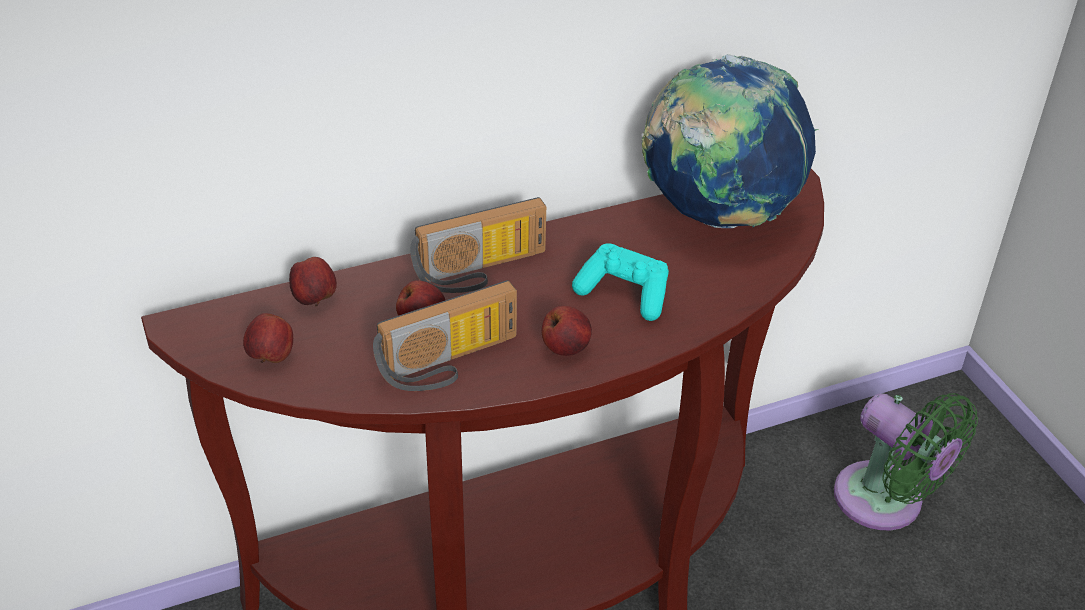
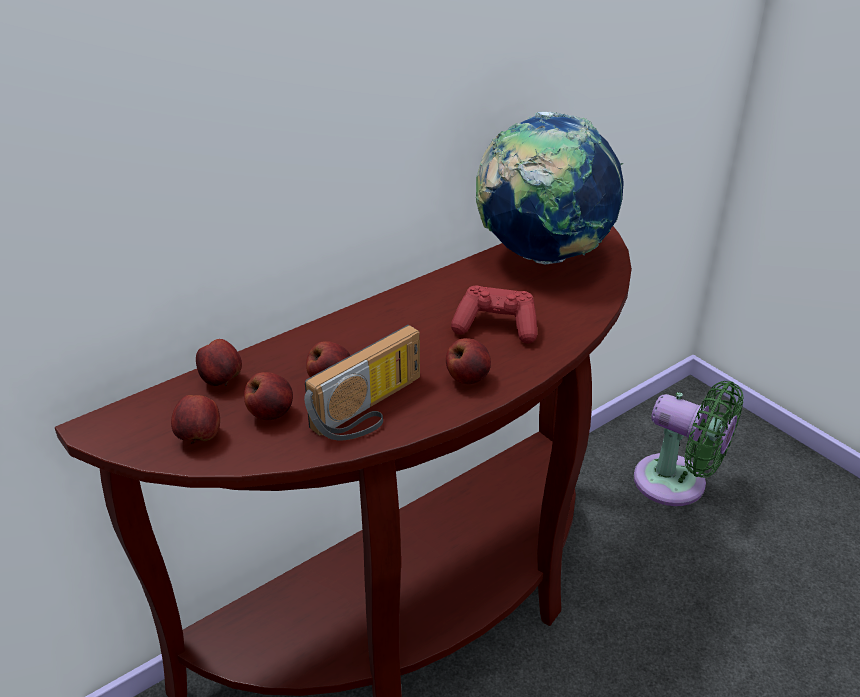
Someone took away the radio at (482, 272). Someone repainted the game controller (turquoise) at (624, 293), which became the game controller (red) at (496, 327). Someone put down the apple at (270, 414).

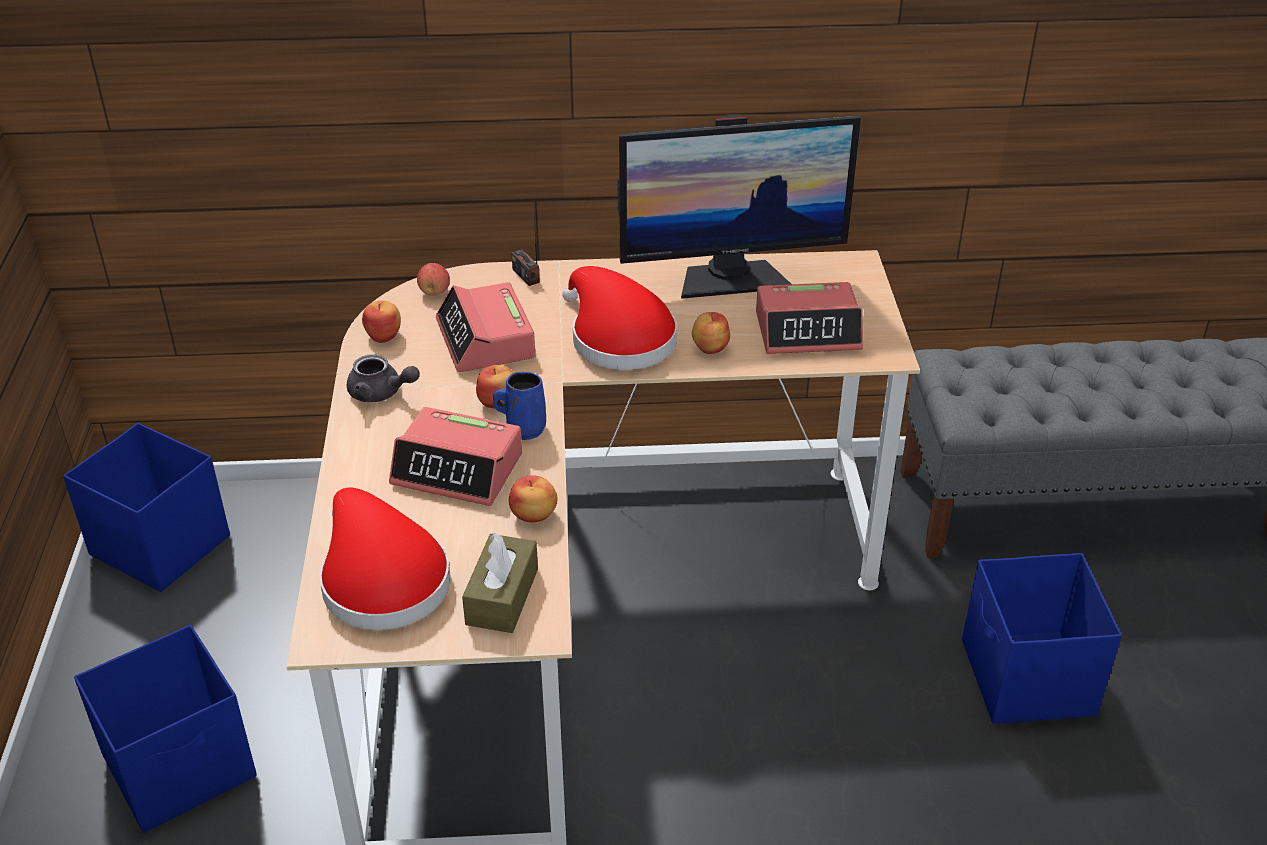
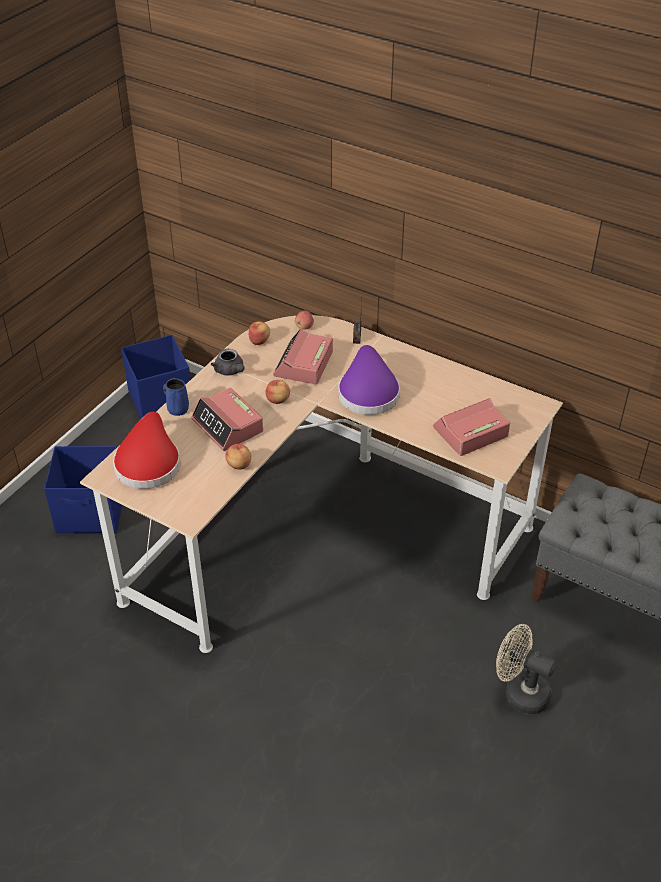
Someone took away the tissue box (brown) at (502, 596). Someone carried the mug (blue) from (523, 429) to (177, 409). Someone repainted the hat (red) at (617, 338), which became the hat (purple) at (367, 392). Someone took away the monitor at (730, 277). Someone took away the apple at (709, 347). Someone rotated the alarm clock at (808, 331) by 120 degrees clockwise. Someone swapped the storage box (blue) at (1026, 680) for the fan (beige) at (519, 692).

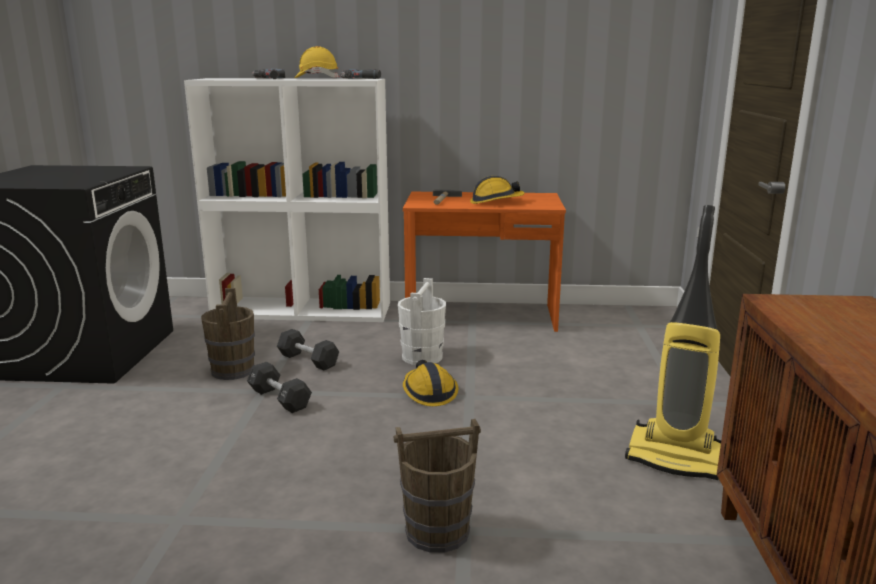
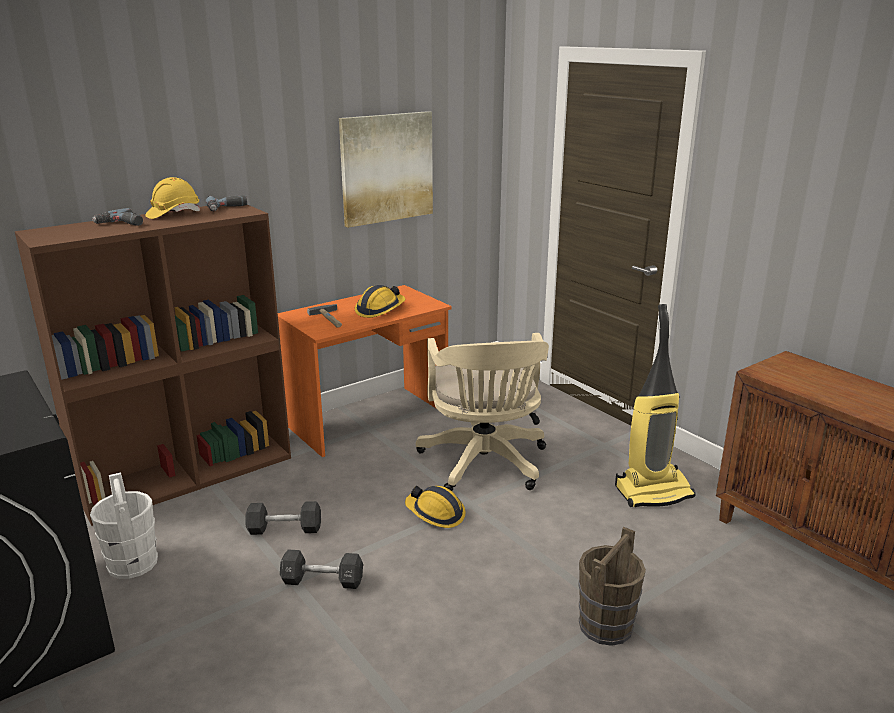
Someone repainted the bookcase (white) at (304, 310), which became the bookcase (brown) at (188, 474). Someone took away the bucket (brown) at (233, 370). Someone carried the bucket (white) from (422, 357) to (132, 563). Someone put up the picture at (386, 168). Someone put down the office chair (beige) at (484, 465).

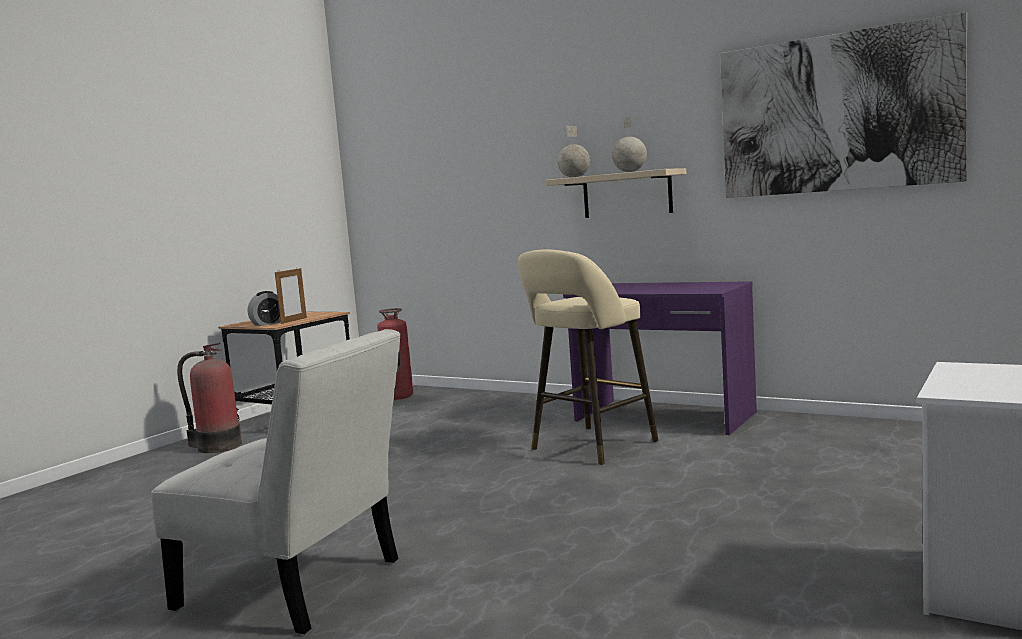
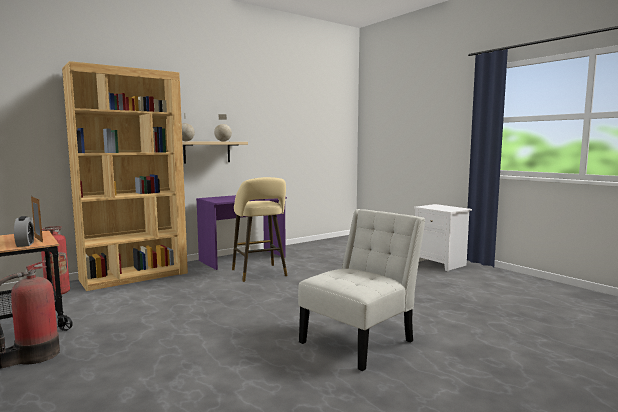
Someone took away the picture at (836, 113). Someone put down the bookcase (brown) at (135, 276).

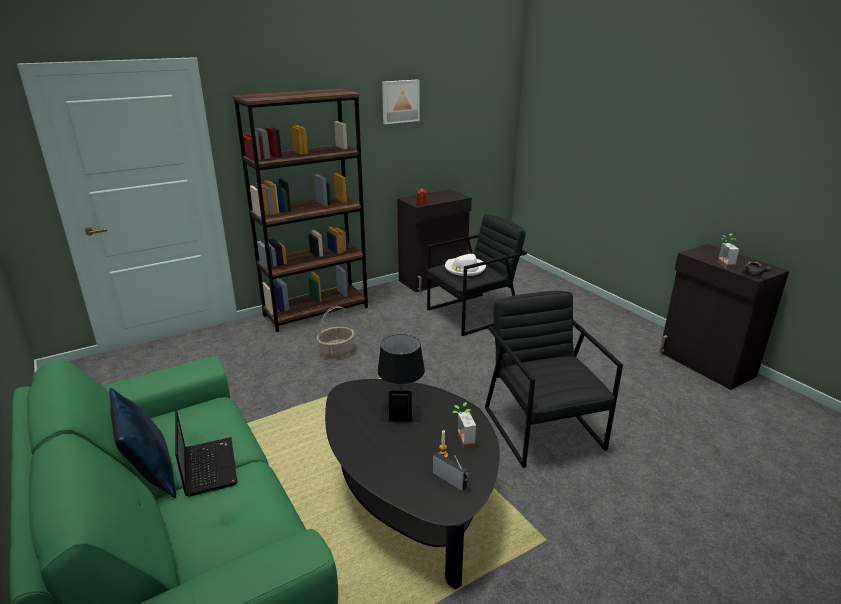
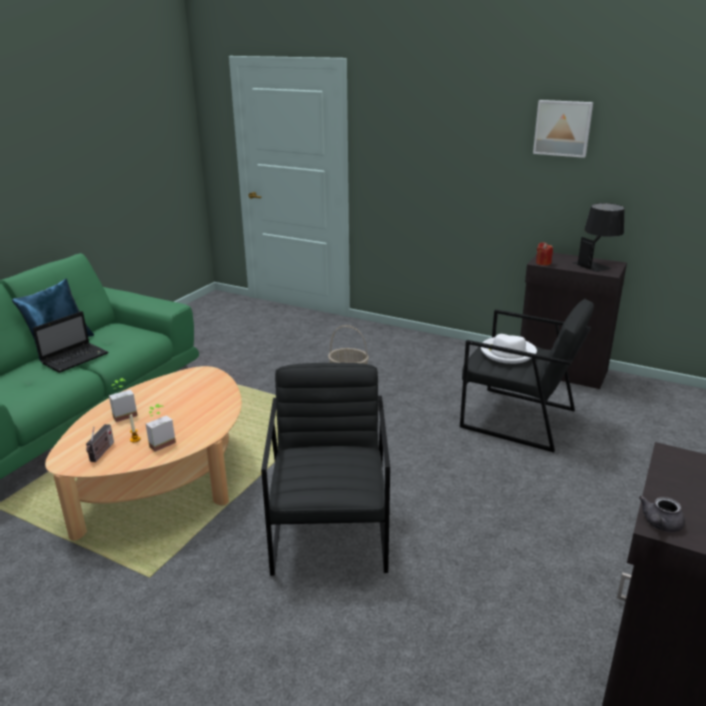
Someone took away the bookcase (brown) at (316, 311). Someone repainted the coffee table (black) at (410, 498), which became the coffee table (beige) at (167, 482). Someone carried the table lamp (black) from (401, 407) to (596, 264). Someone rotated the armchair (black) at (543, 427) by 45 degrees counterclockwise. Someone carried the potted plant from (722, 265) to (124, 414).

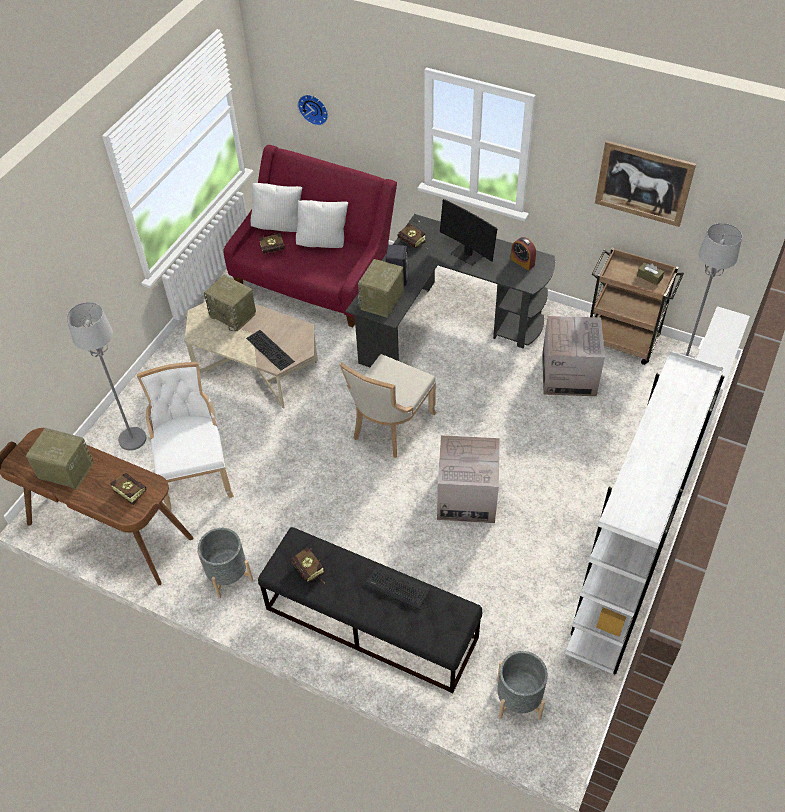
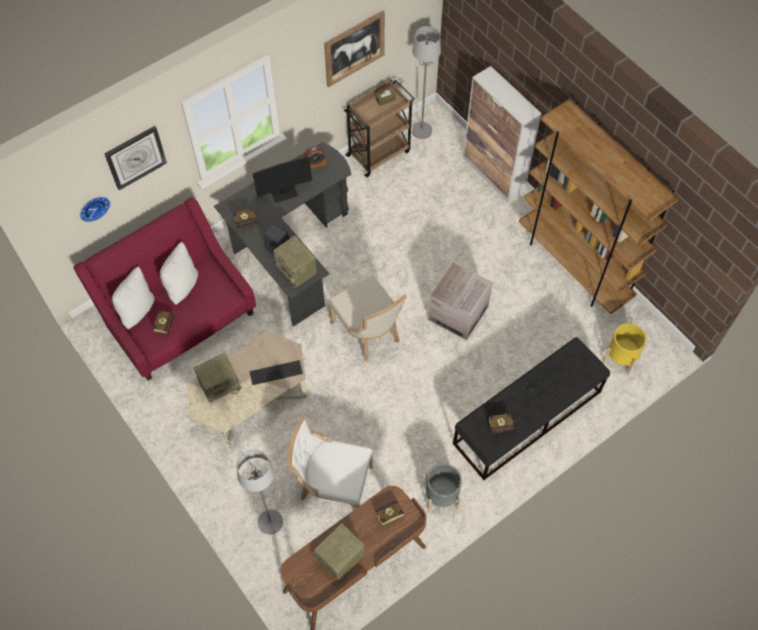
Someone repainted the planter (grey) at (518, 698), which became the planter (yellow) at (621, 357). Someone took away the cardboard box at (568, 375). Someone repainted the bookcase (white) at (617, 591), which became the bookcase (brown) at (574, 265). Someone put up the wall clock at (135, 157).

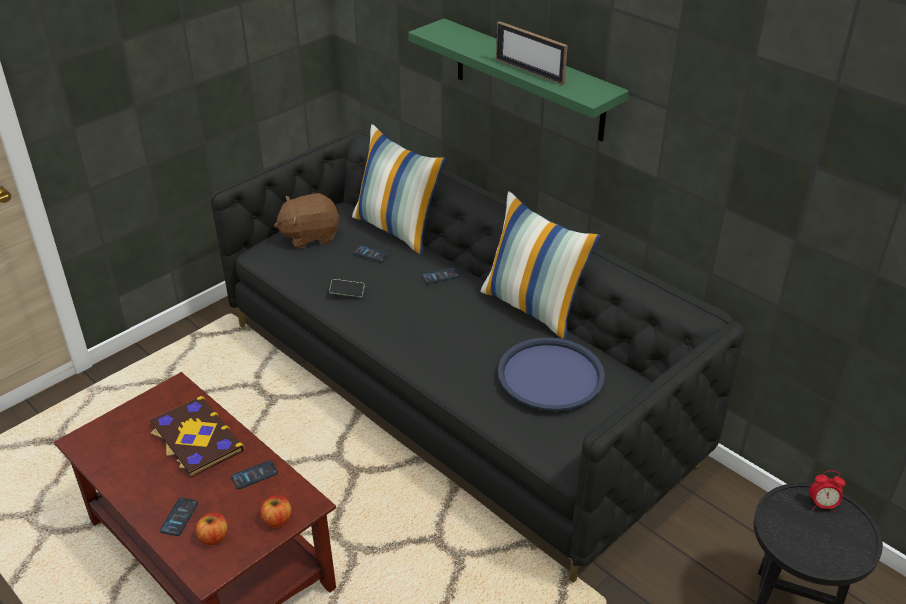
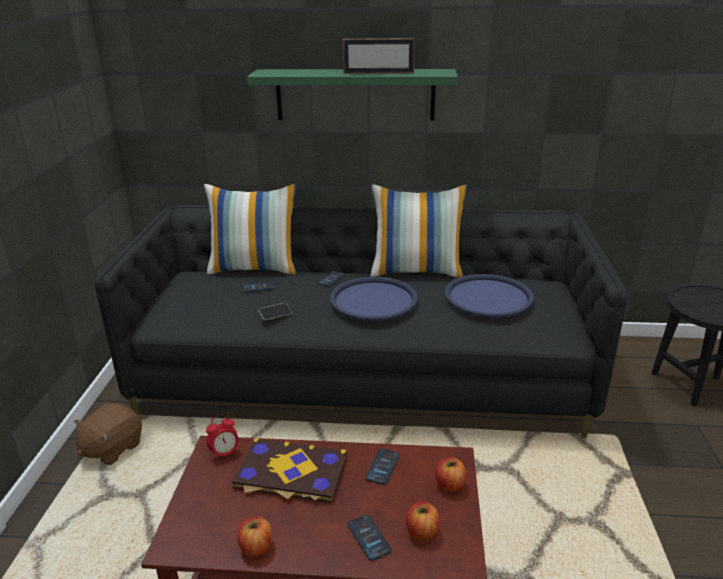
Someone carried the plush toy (brown) from (310, 236) to (112, 448). Someone carried the alarm clock from (822, 505) to (225, 453). Someone put down the apple at (256, 547). Someone put down the tray (blue) at (373, 300).

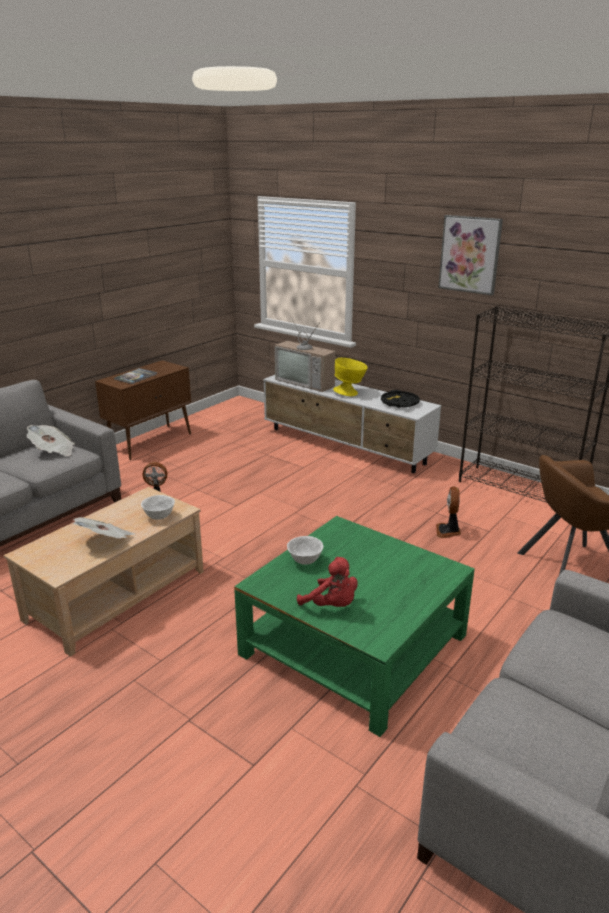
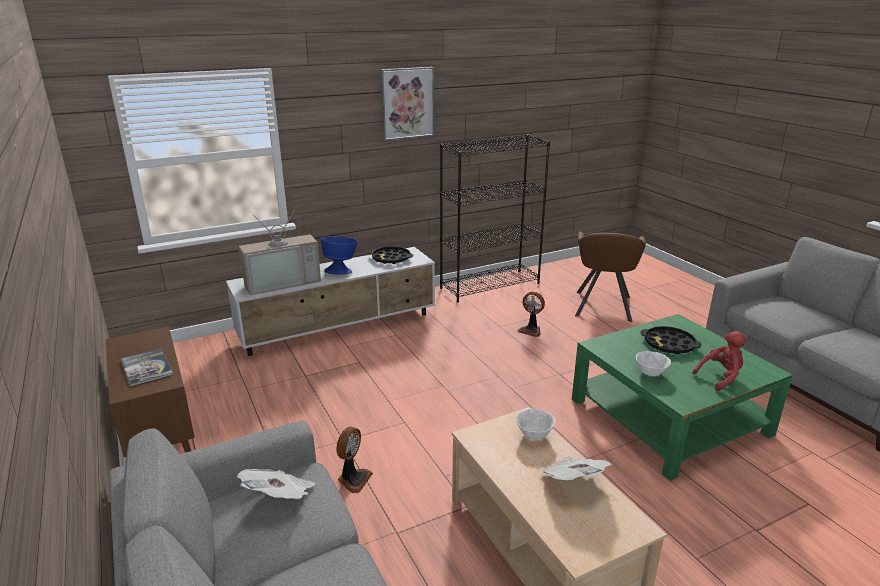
Someone repainted the bowl (yellow) at (350, 393), which became the bowl (blue) at (341, 271). Someone put down the tray (black) at (669, 344).

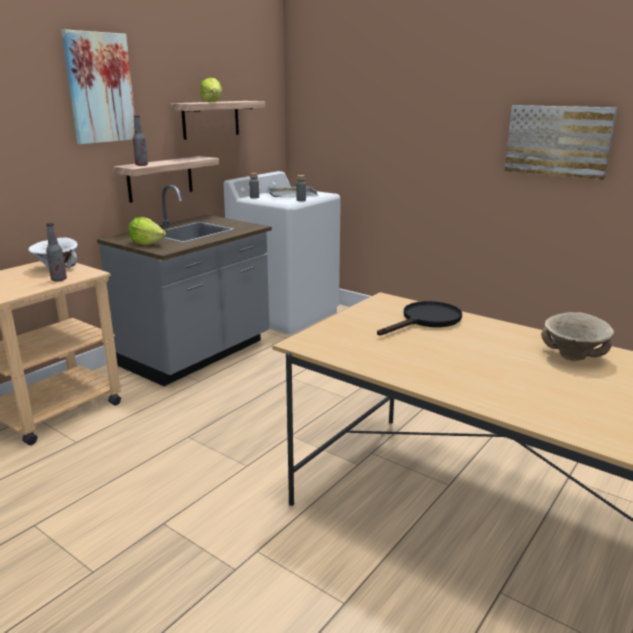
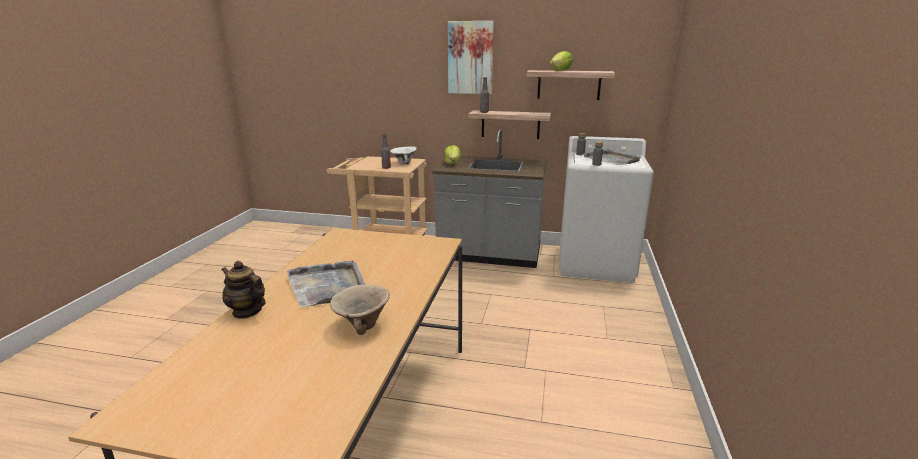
Someone took away the frying pan (black) at (426, 320). Someone took away the picture at (558, 141). Someone put down the teapot at (247, 311). Someone put down the tray (grey) at (327, 286).

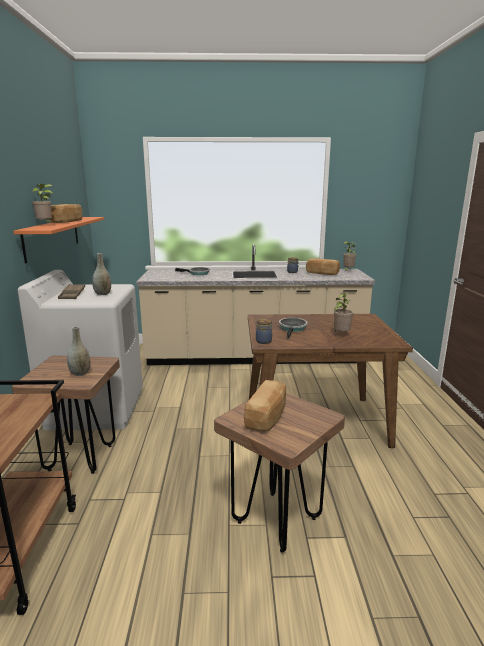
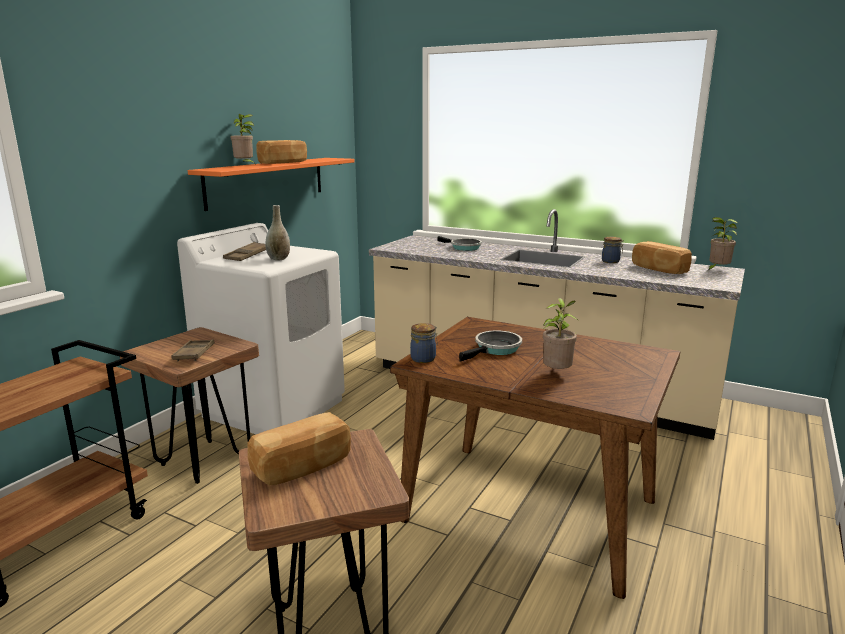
Someone swapped the vase (grey) at (80, 373) for the tray (brown) at (194, 354).

